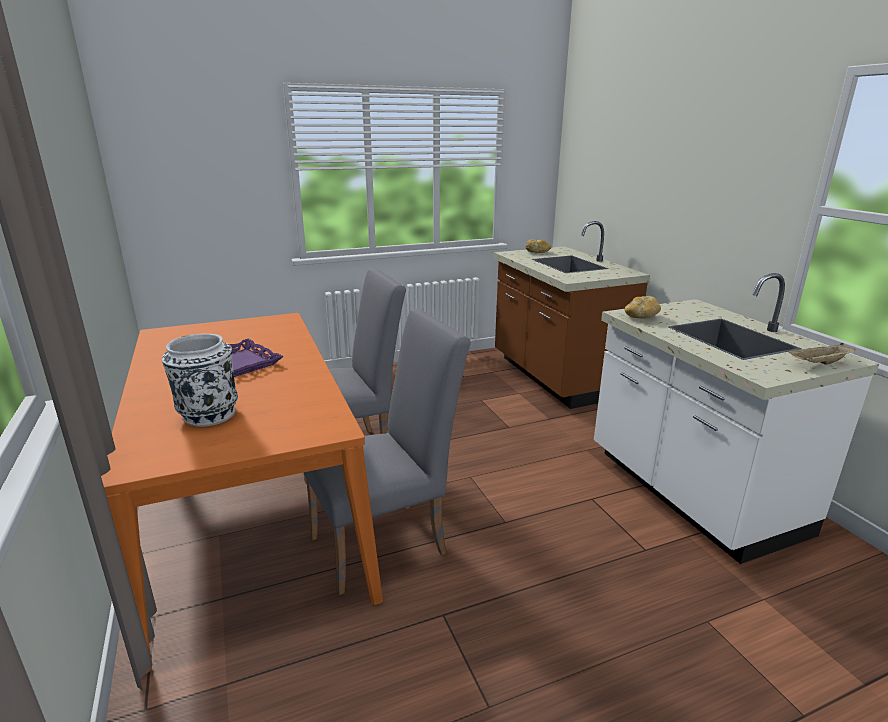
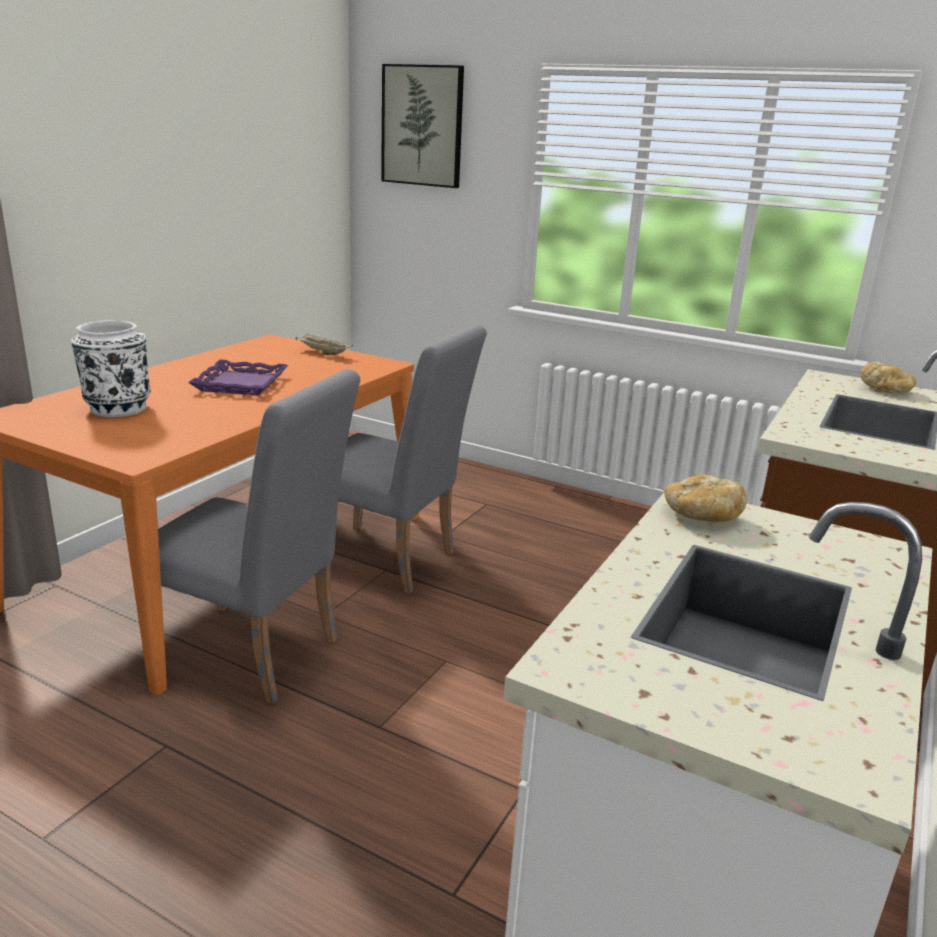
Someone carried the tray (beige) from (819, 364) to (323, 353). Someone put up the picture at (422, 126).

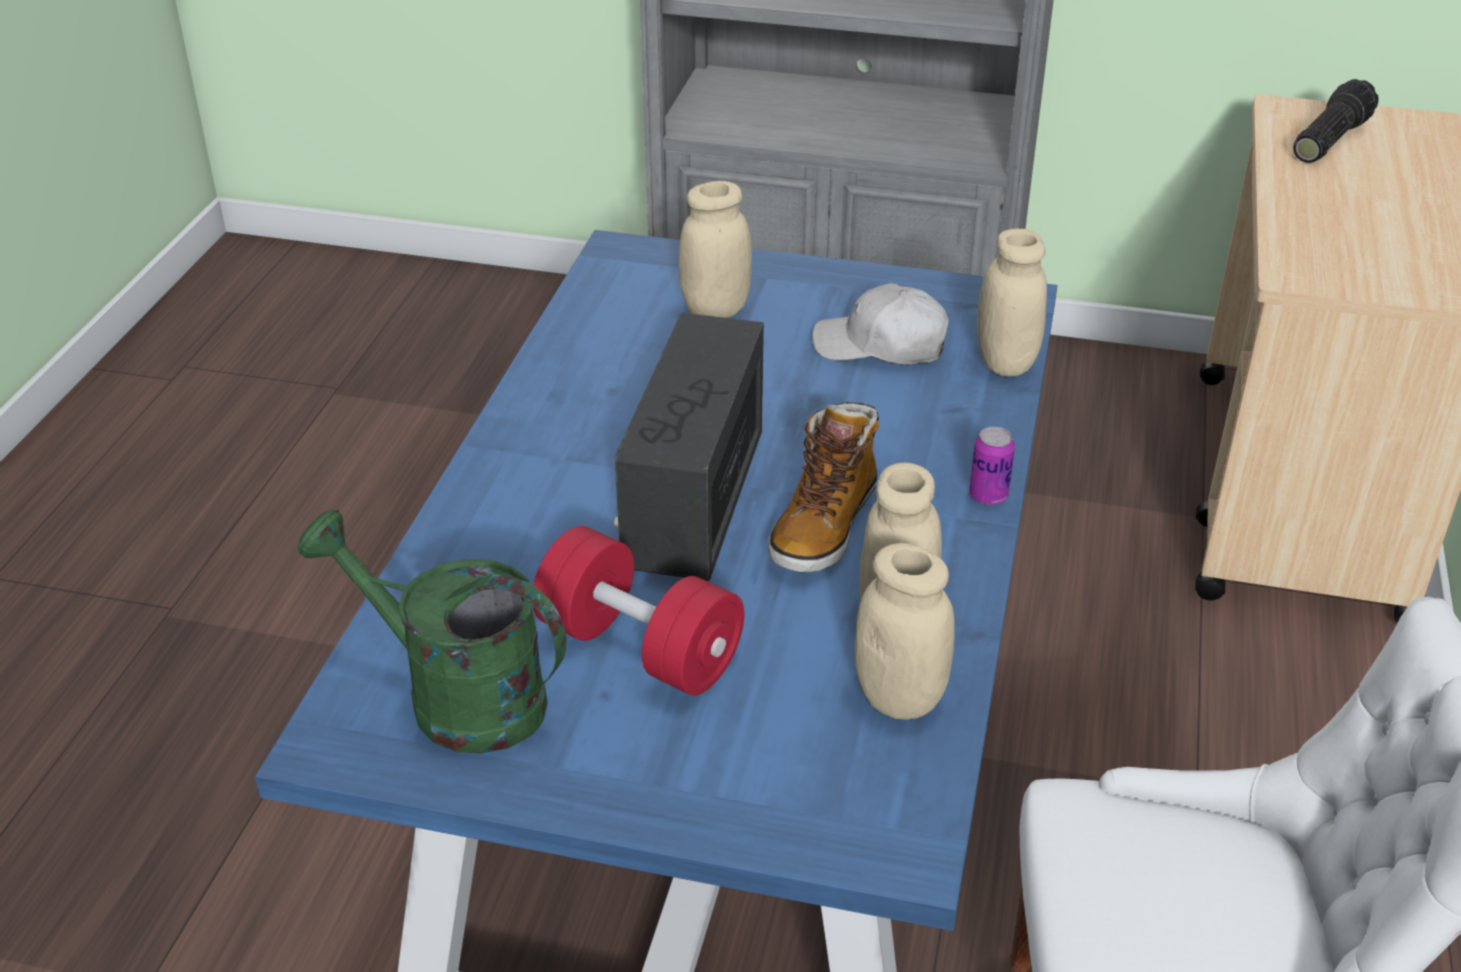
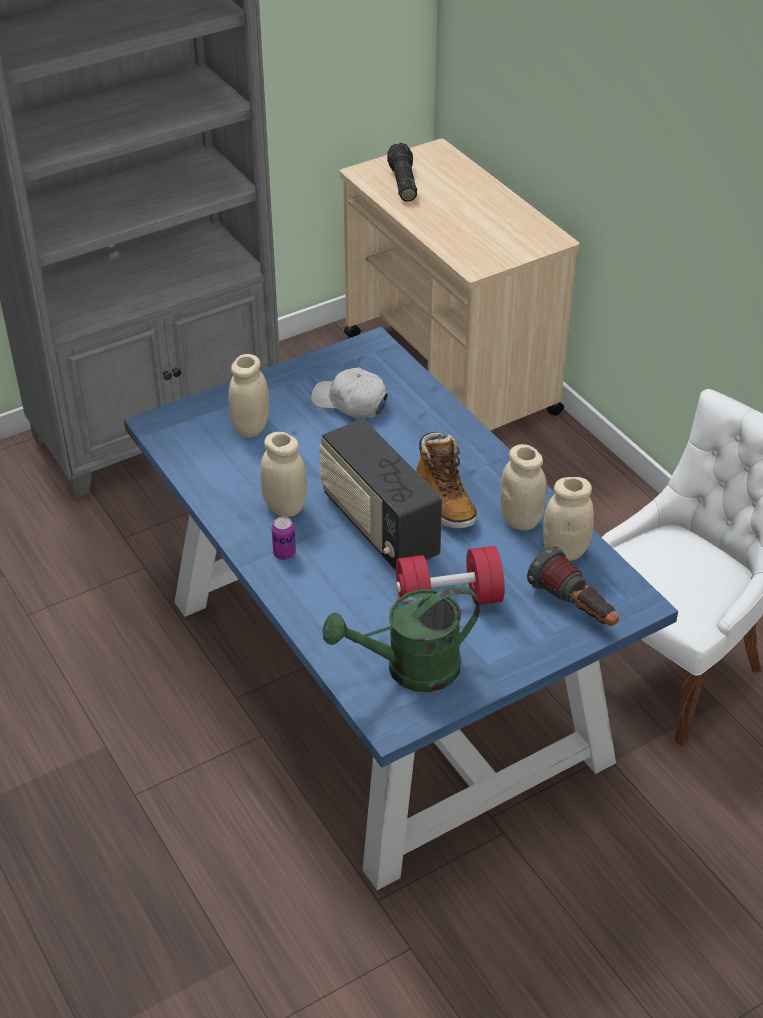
Someone rotated the cap (white) at (881, 346) by 60 degrees clockwise. Someone carried the can from (988, 495) to (284, 553). Someone carried the jar (beige) from (1005, 363) to (285, 507). Someone put down the flashlight at (574, 608).

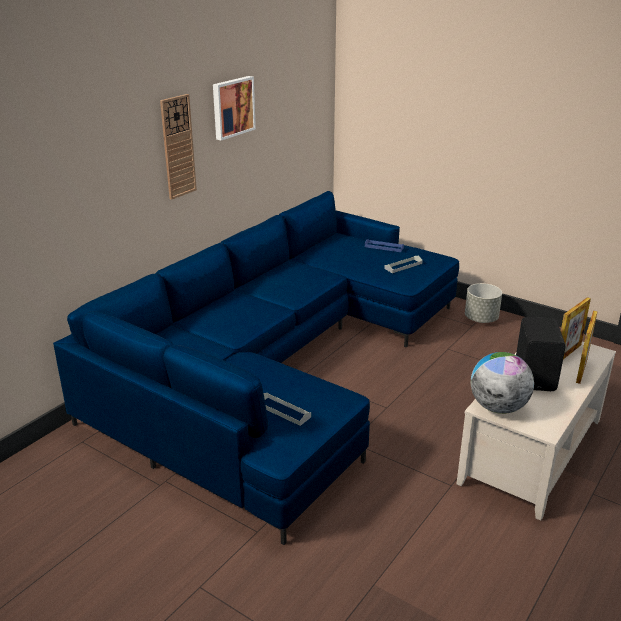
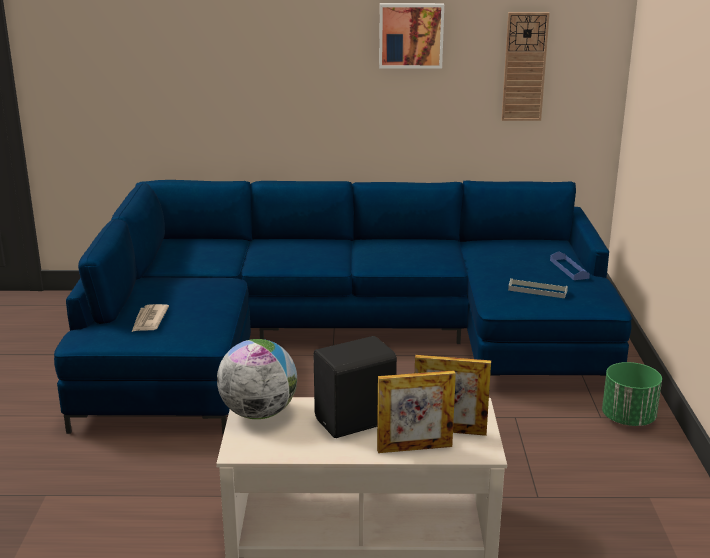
Someone carried the wall clock from (178, 147) to (524, 67). Someone swapped the tray (grey) at (283, 411) for the newspaper at (149, 320). Someone repainted the planter (grey) at (481, 319), which became the planter (green) at (628, 419).

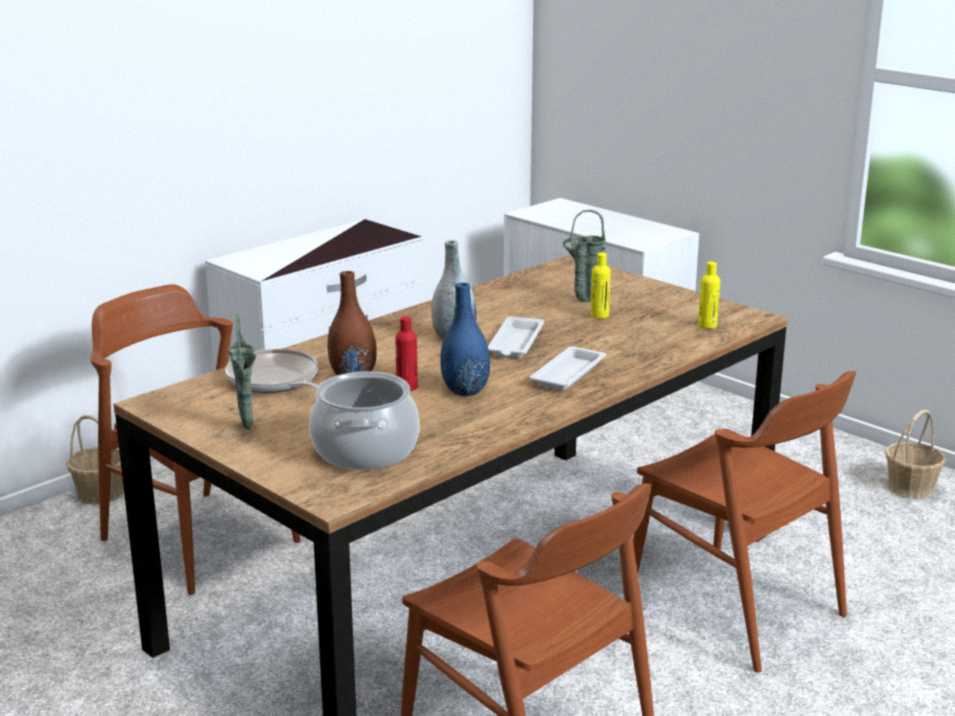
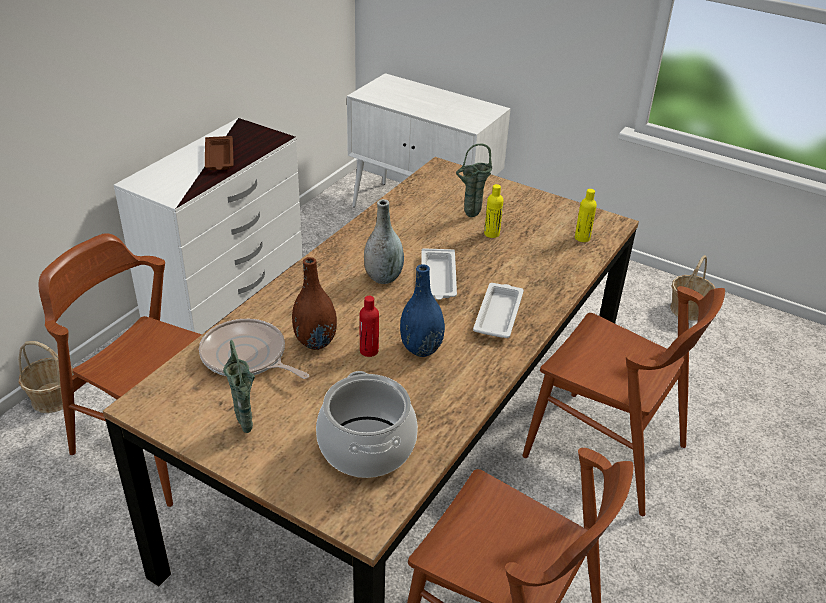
Someone put down the tray (brown) at (219, 158).

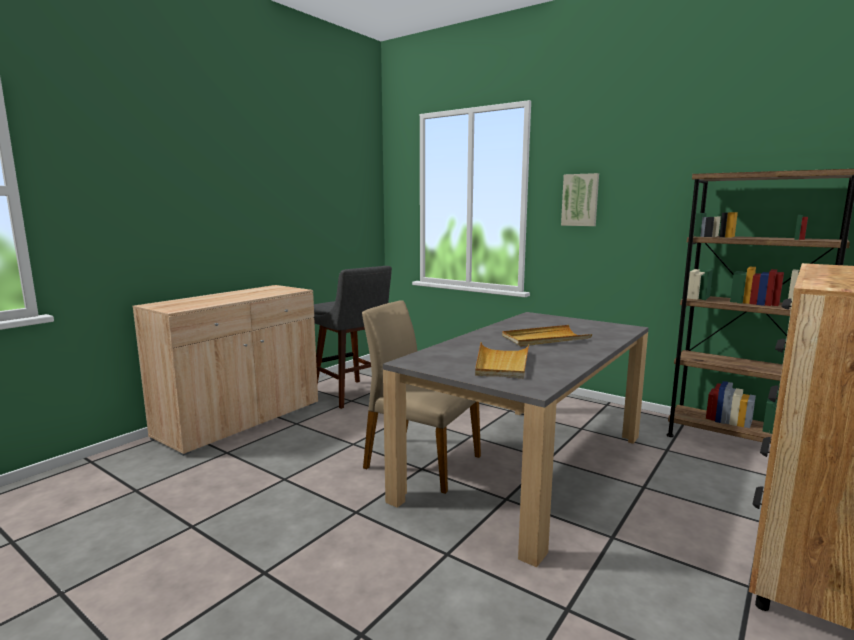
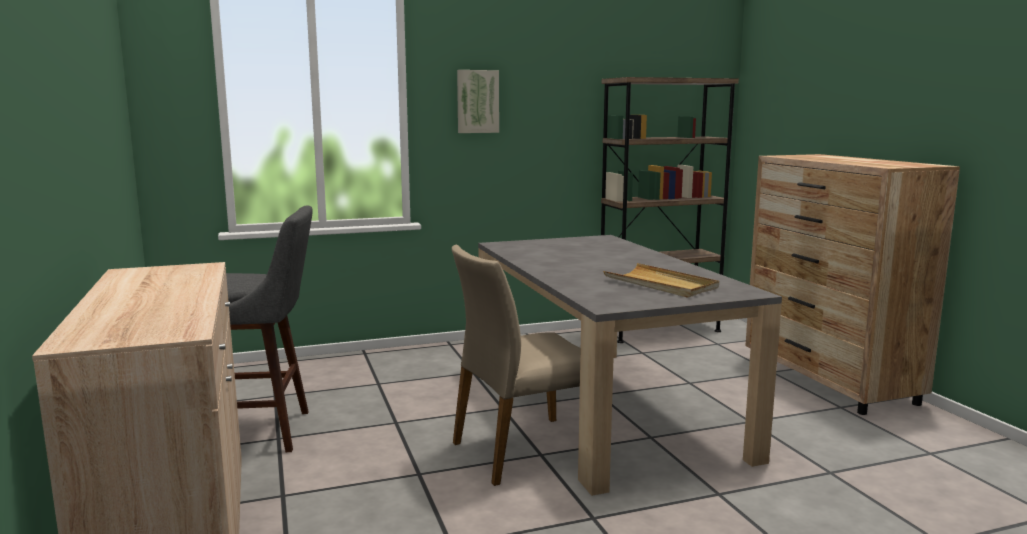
Someone took away the tray (beige) at (545, 339).

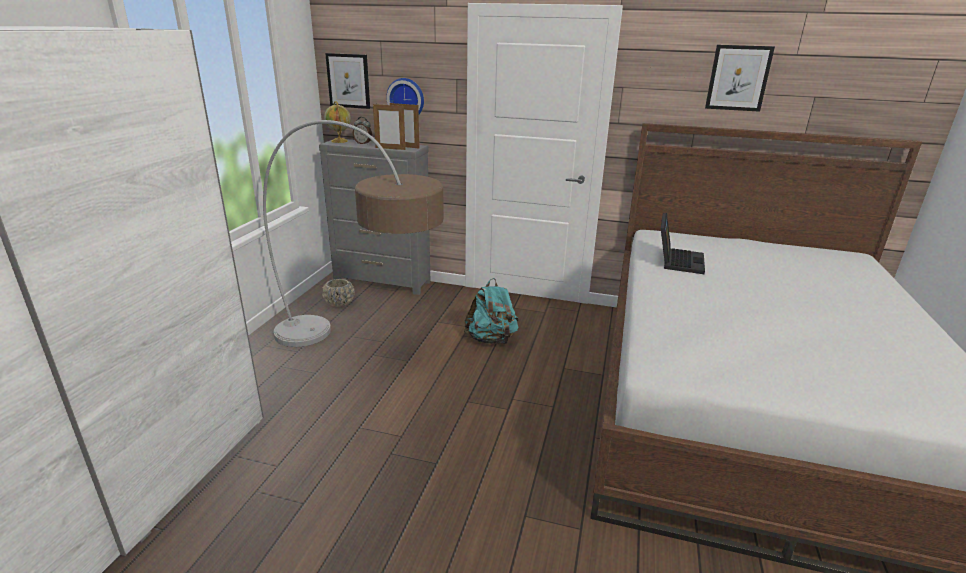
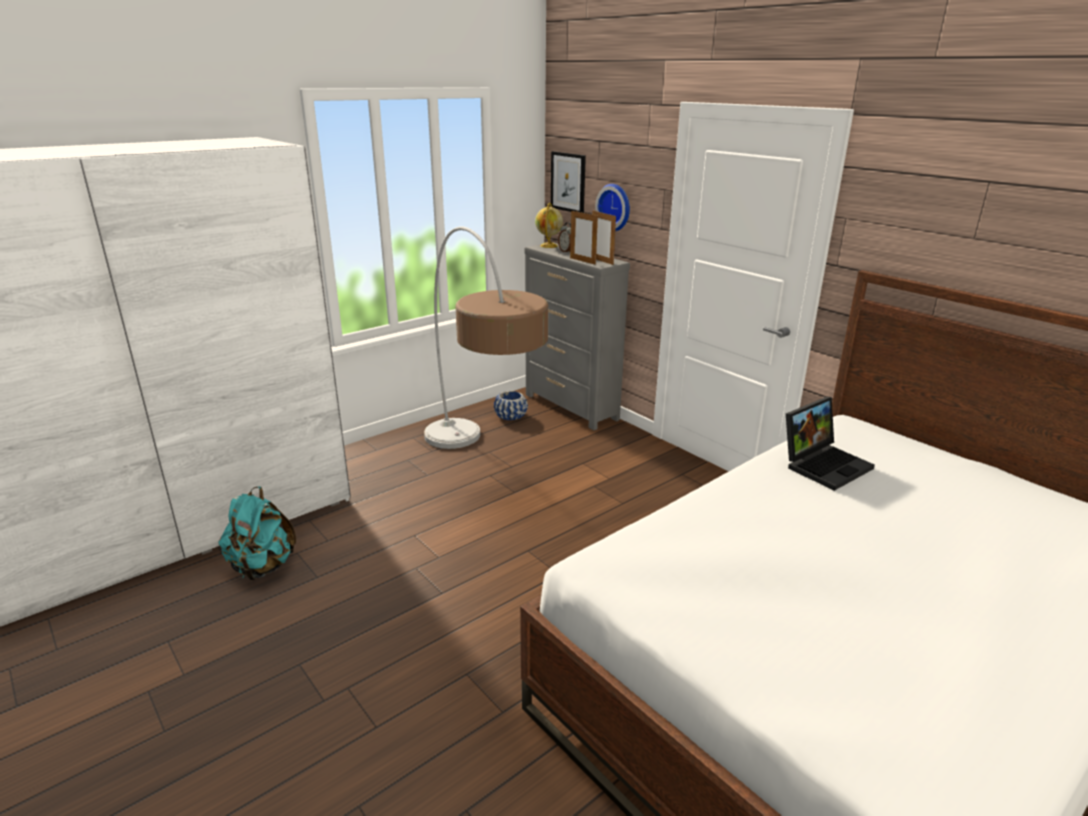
Someone repainted the planter (beige) at (339, 302), which became the planter (blue) at (510, 416). Someone carried the backpack (turquoise) from (491, 339) to (262, 567). Someone took away the picture at (738, 78).

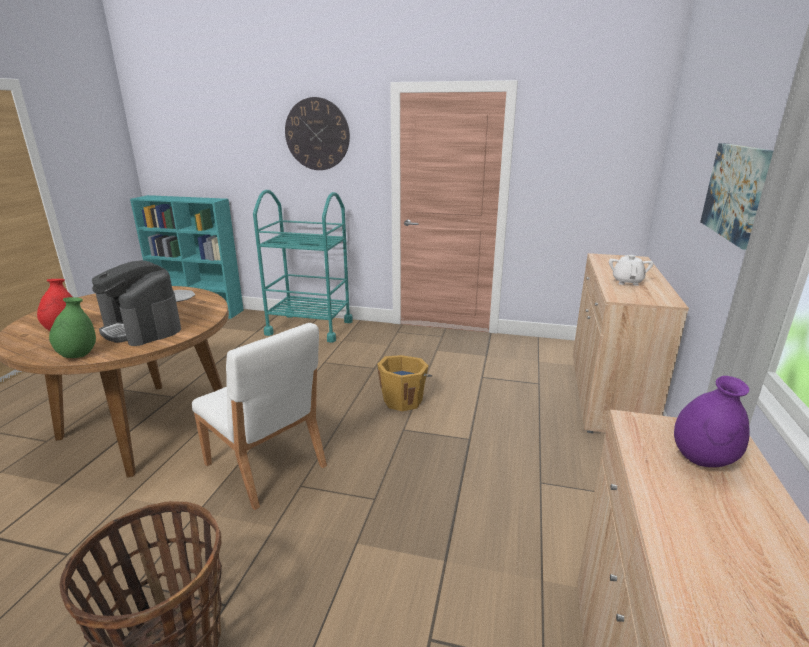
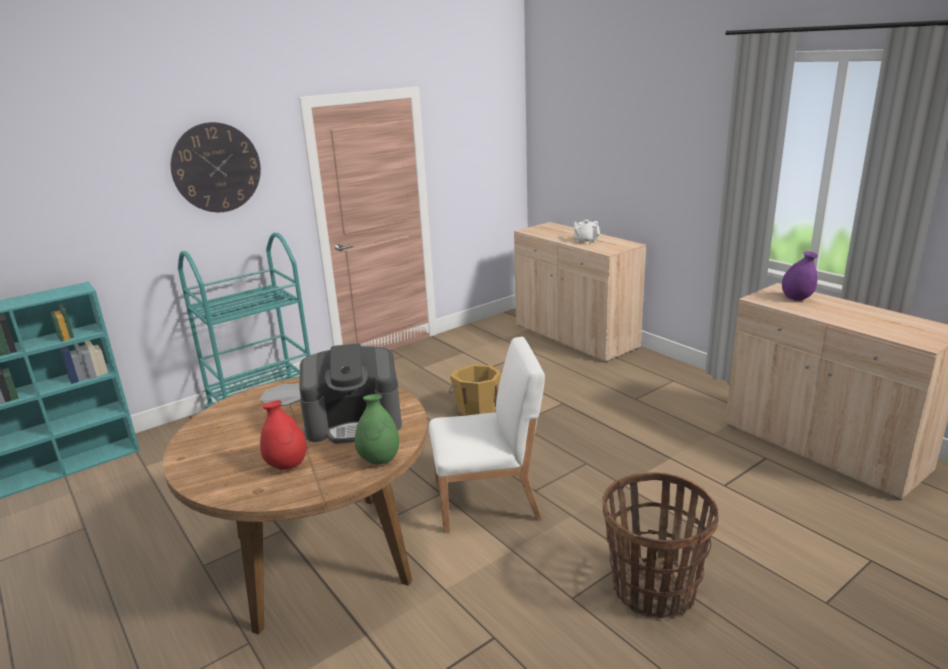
Someone took away the picture at (737, 192).

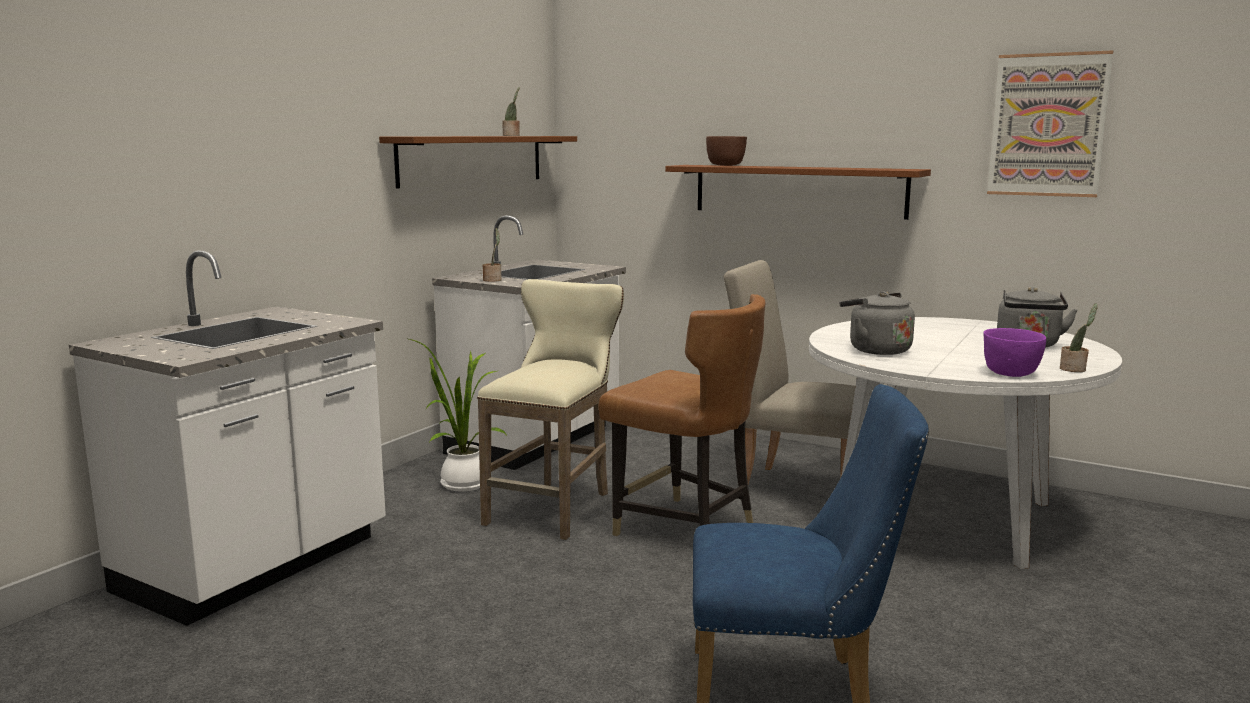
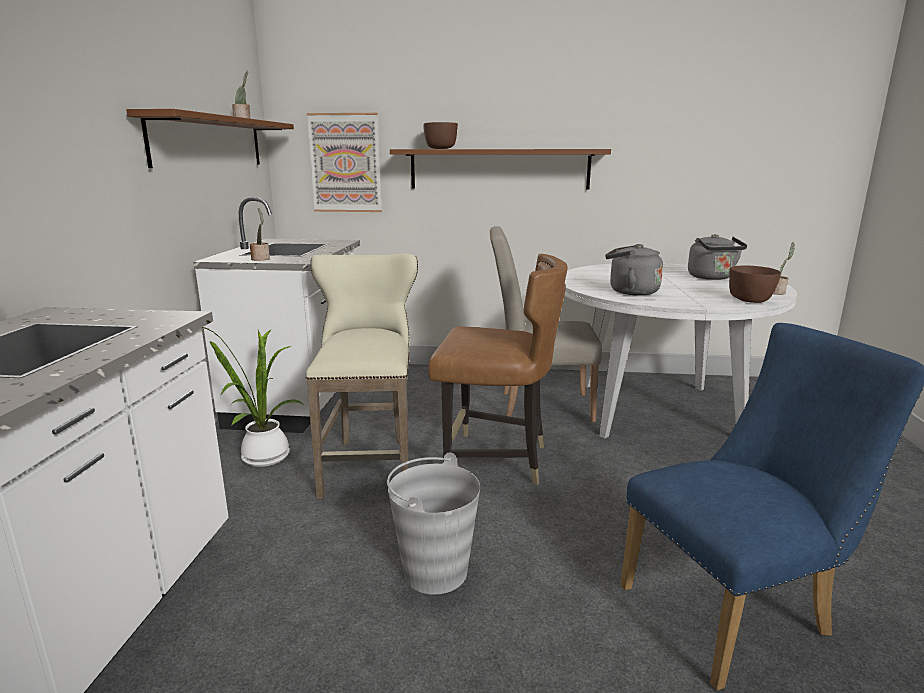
Someone repainted the bowl (purple) at (1010, 374), which became the bowl (brown) at (750, 300). Someone carried the picture from (1048, 125) to (345, 163). Someone put down the bucket (grey) at (434, 571).

